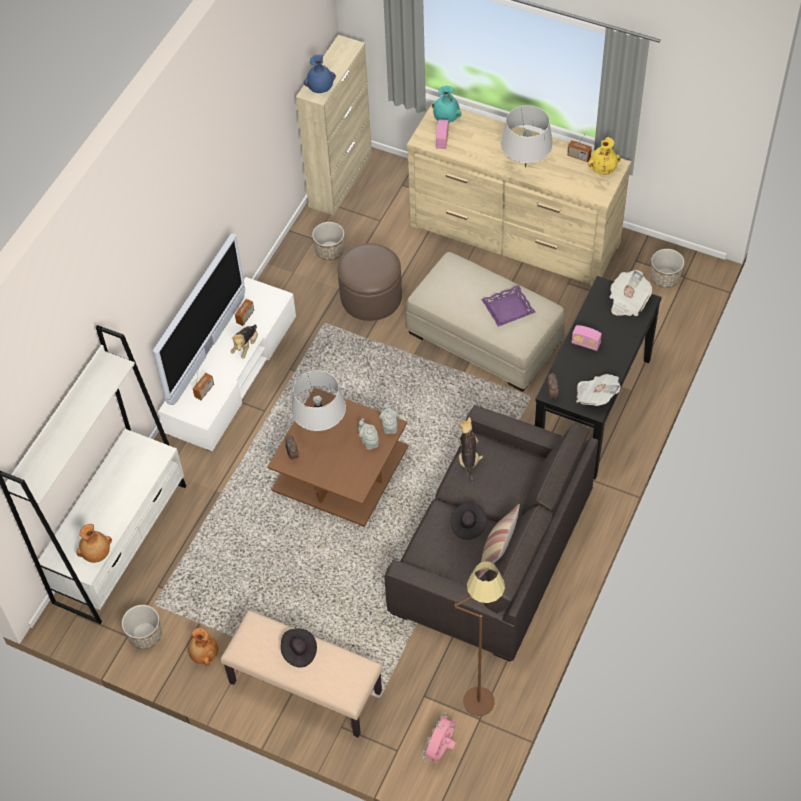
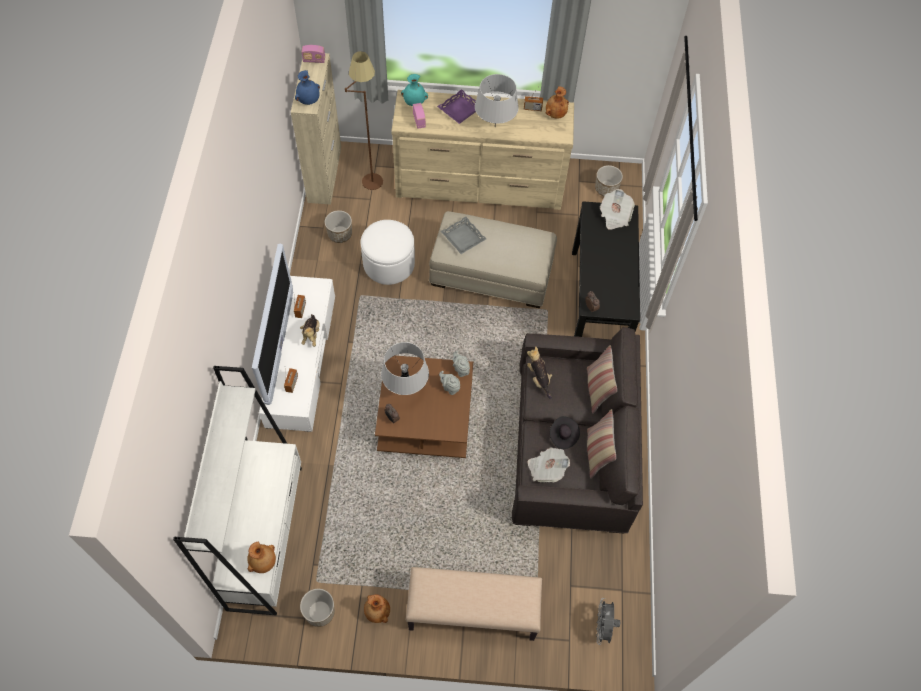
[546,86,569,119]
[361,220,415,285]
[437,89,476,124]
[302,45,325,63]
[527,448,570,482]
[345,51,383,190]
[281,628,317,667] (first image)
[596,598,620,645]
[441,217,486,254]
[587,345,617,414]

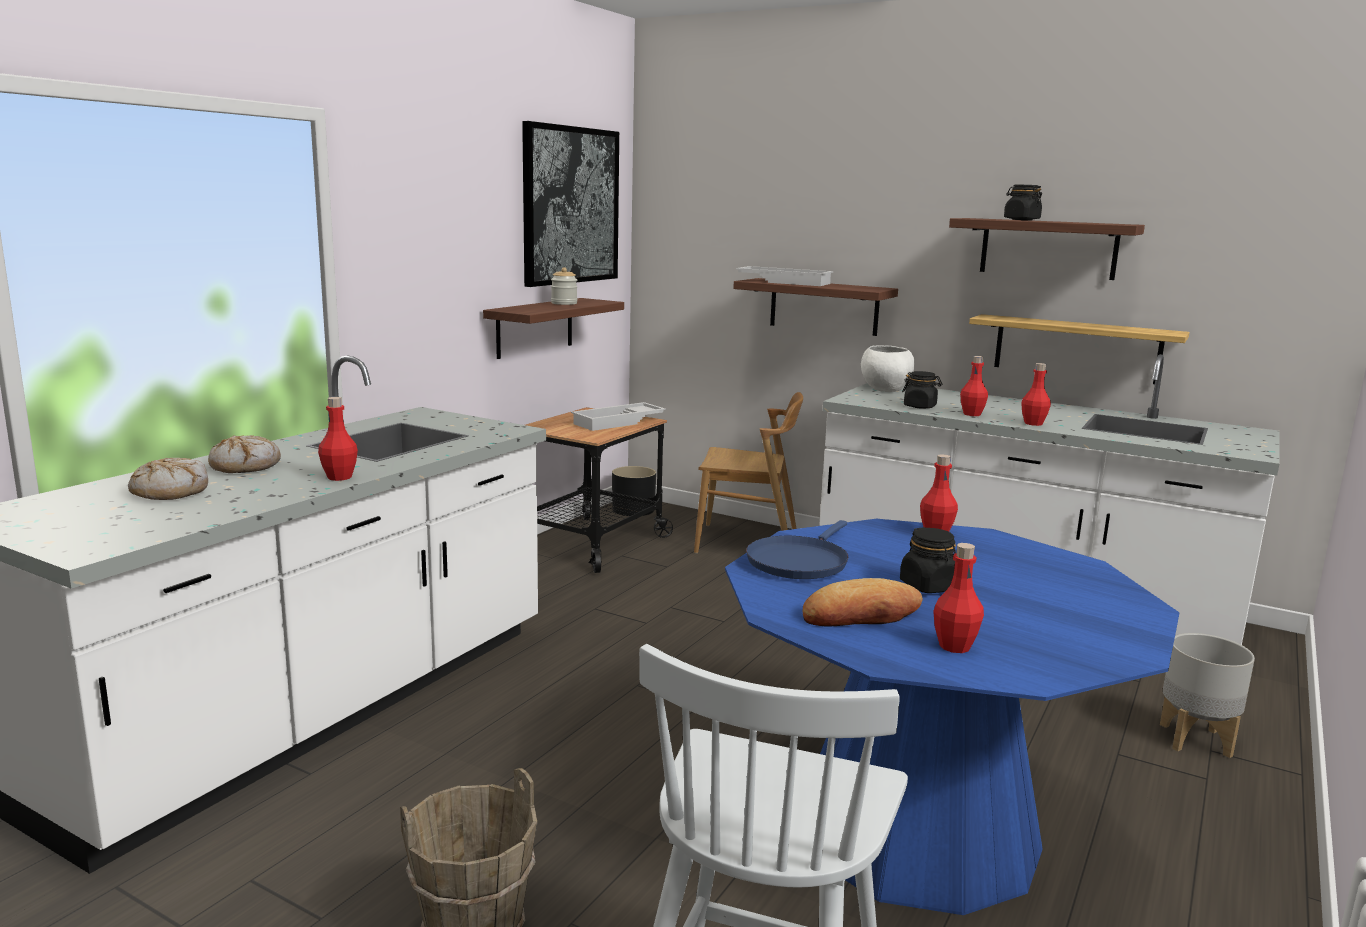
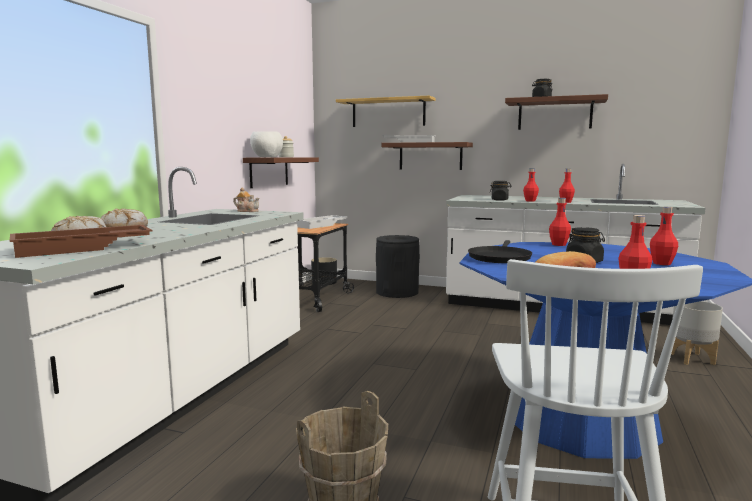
[522,121,619,287] (first image)
[336,96,435,127]
[250,131,283,157]
[376,235,420,298]
[650,207,678,265]
[468,240,532,263]
[233,188,260,212]
[10,225,152,258]

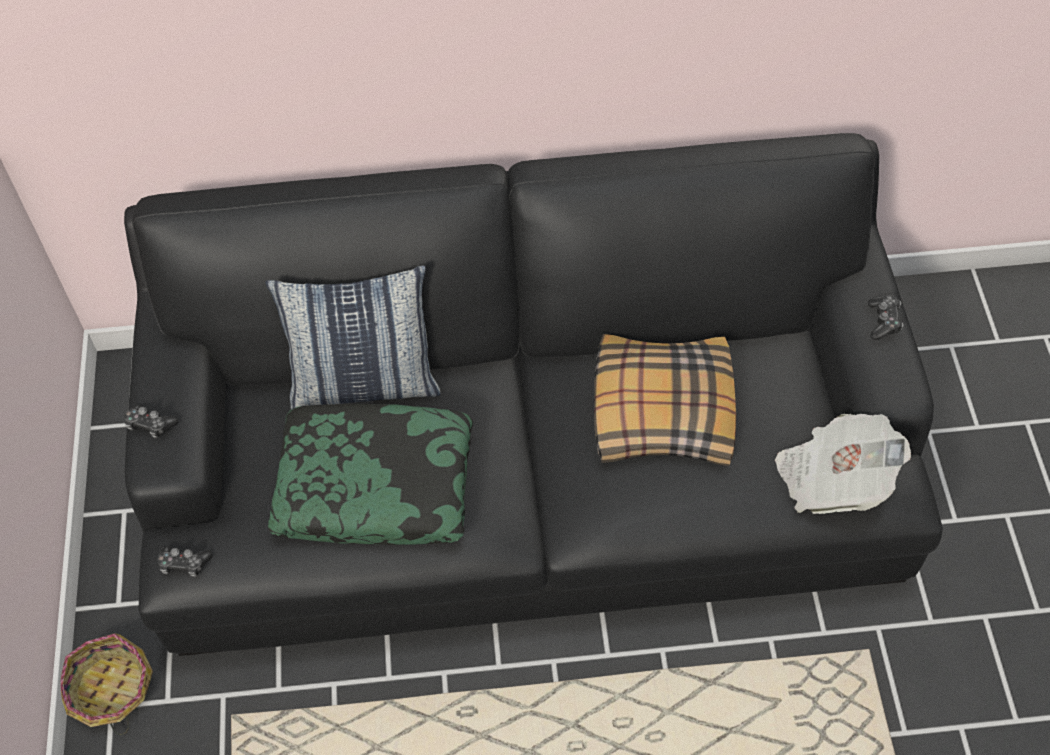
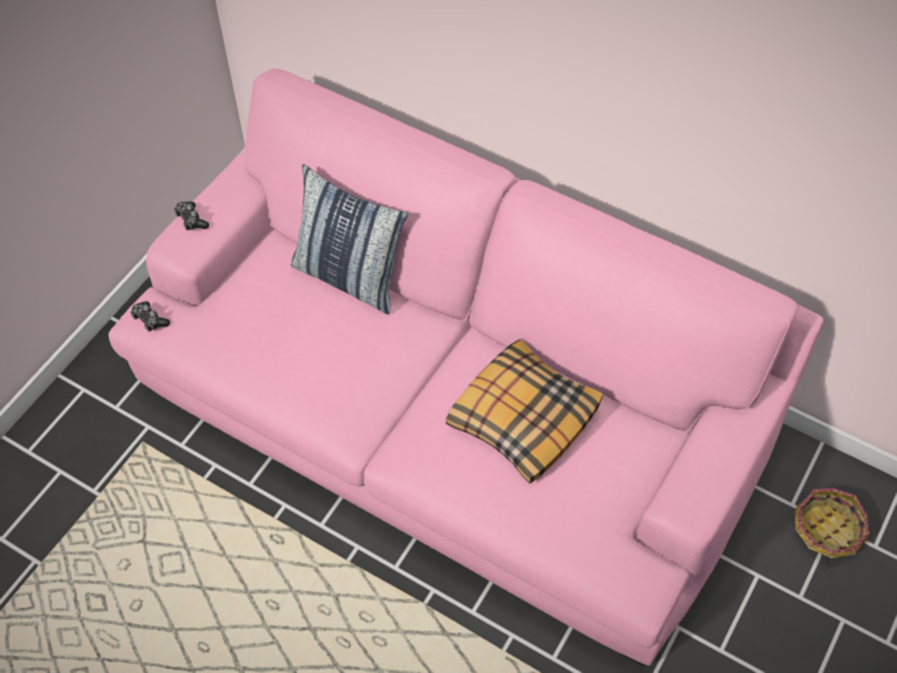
[109,68,823,666]
[868,295,903,340] (first image)
[268,404,473,545] (first image)
[775,414,911,514] (first image)
[795,488,869,569]

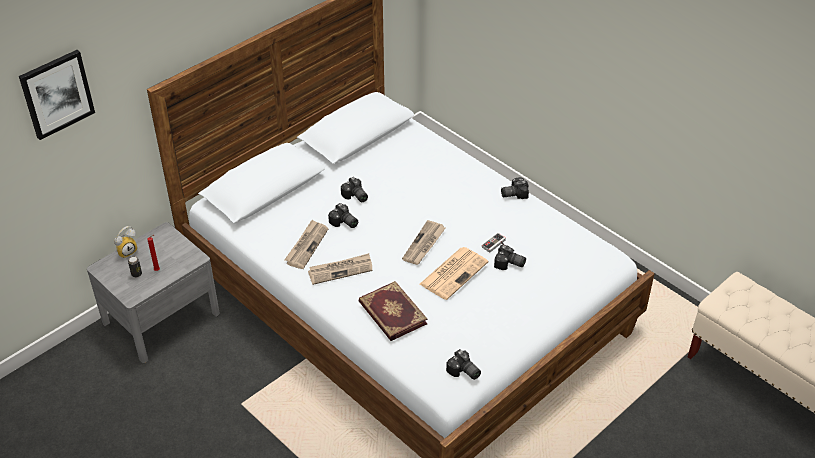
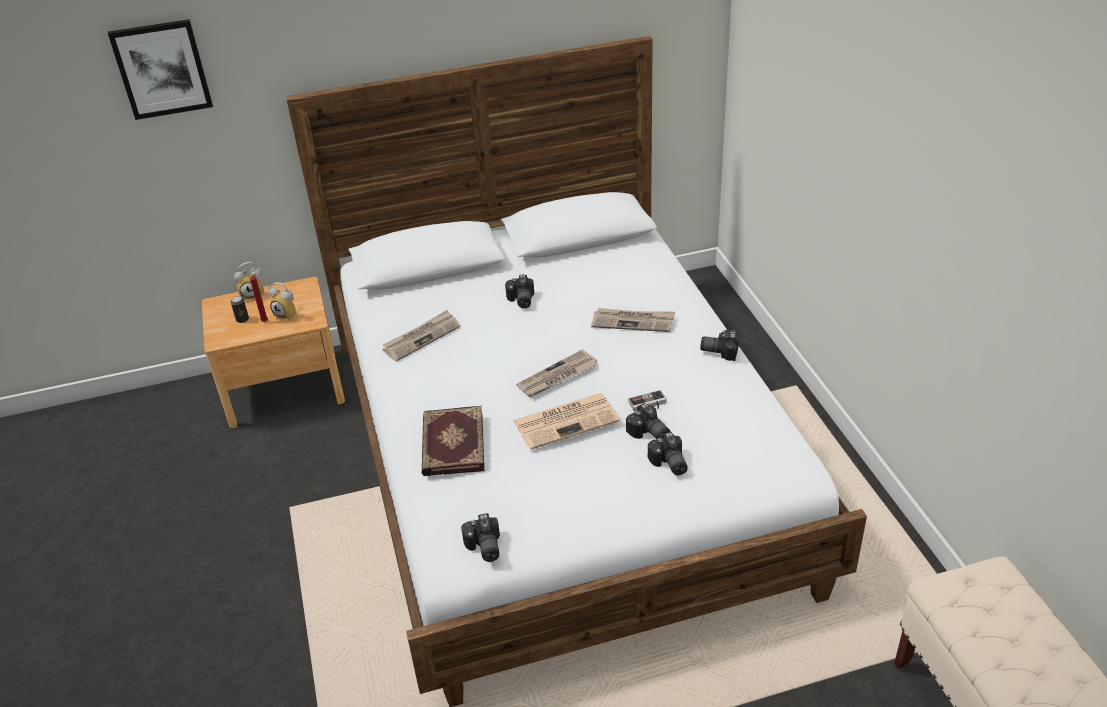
[648,432,688,476]
[202,277,345,428]
[591,308,675,332]
[268,282,297,321]

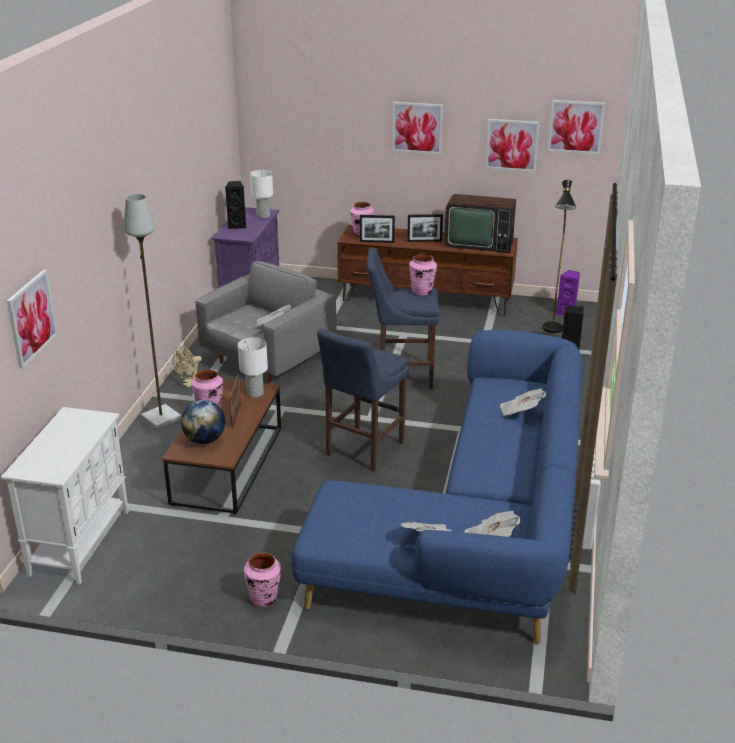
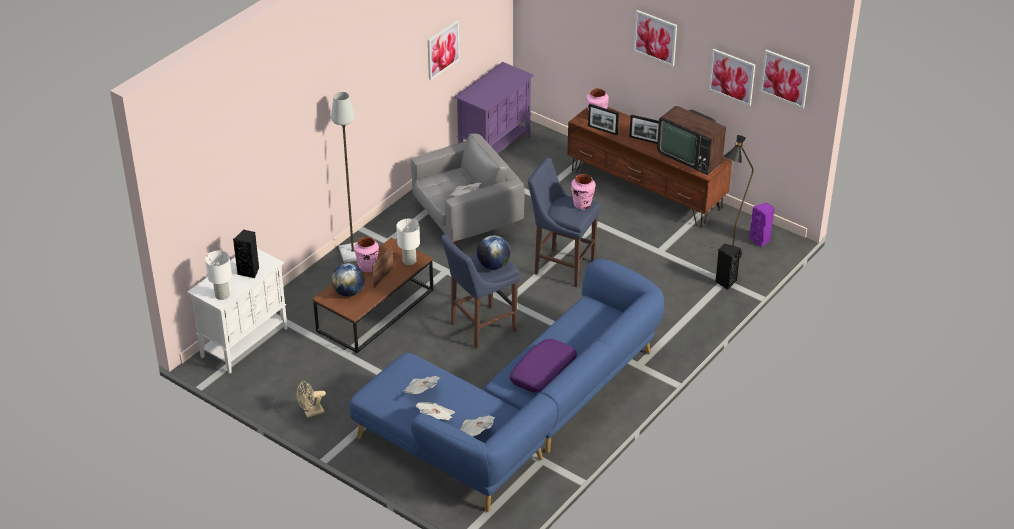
[205,251,232,300]
[233,230,259,278]
[428,20,460,80]
[297,381,326,418]
[403,376,440,394]
[244,553,281,607] (first image)
[477,235,511,269]
[510,339,577,393]

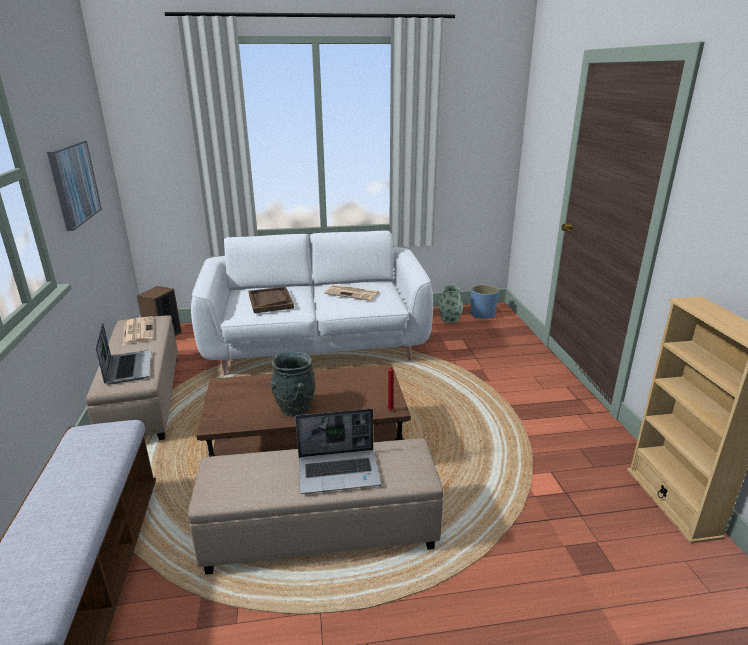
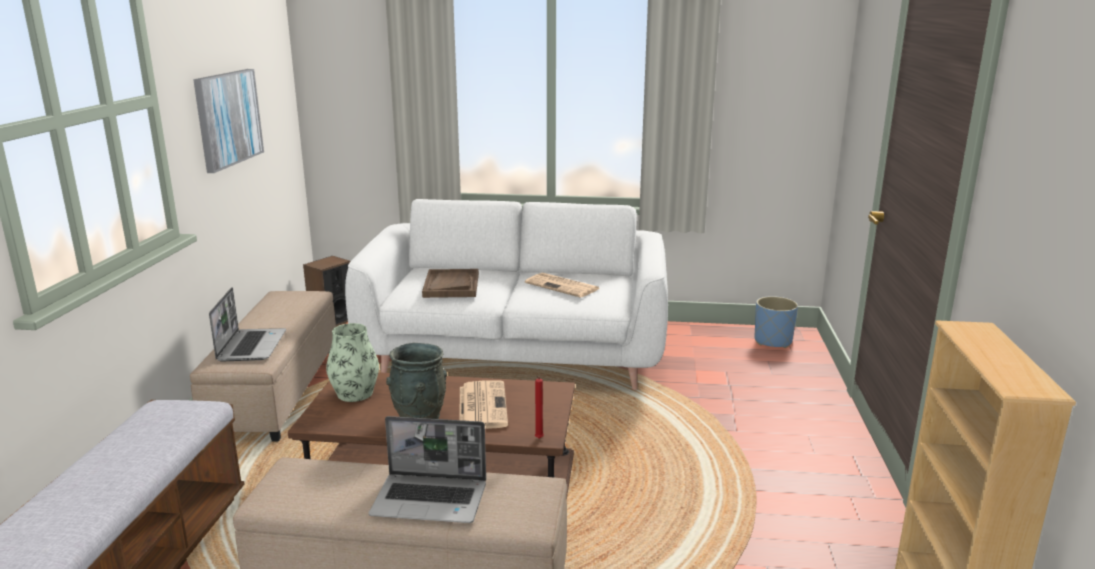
[326,323,379,402]
[459,380,508,429]

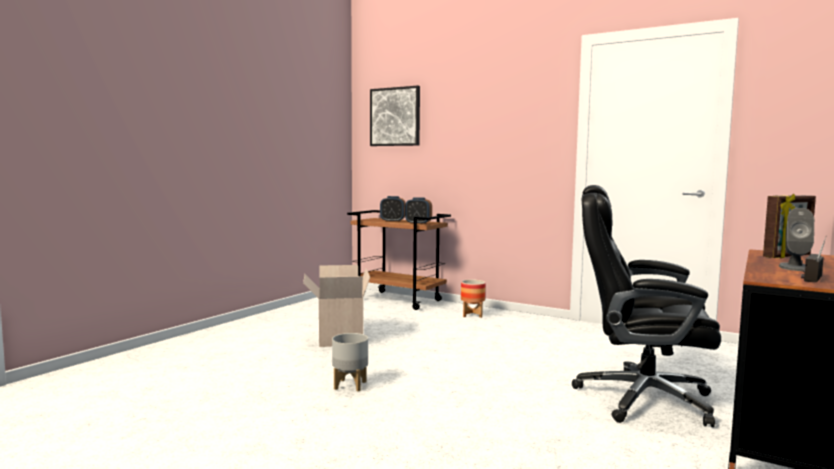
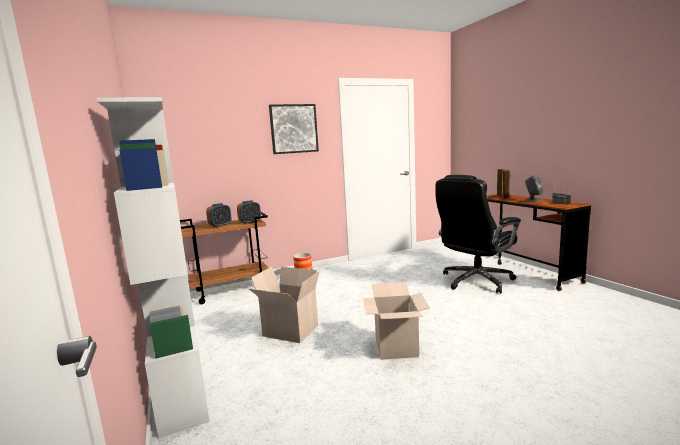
[269,104,319,154]
[363,282,430,360]
[97,97,209,438]

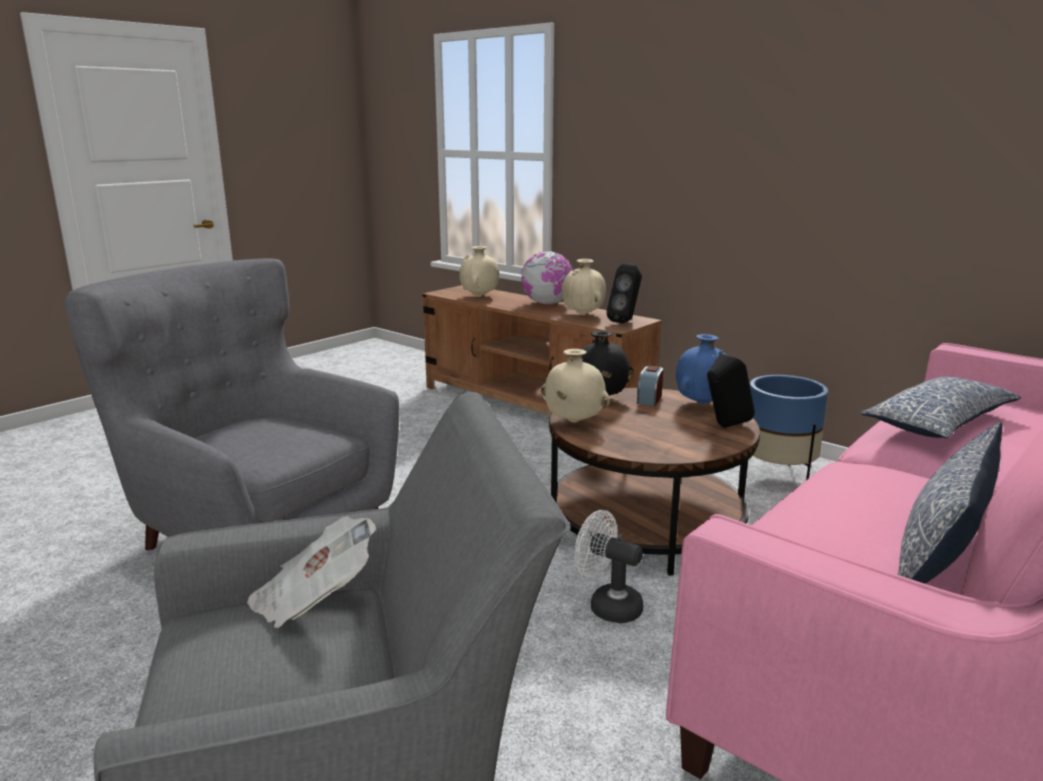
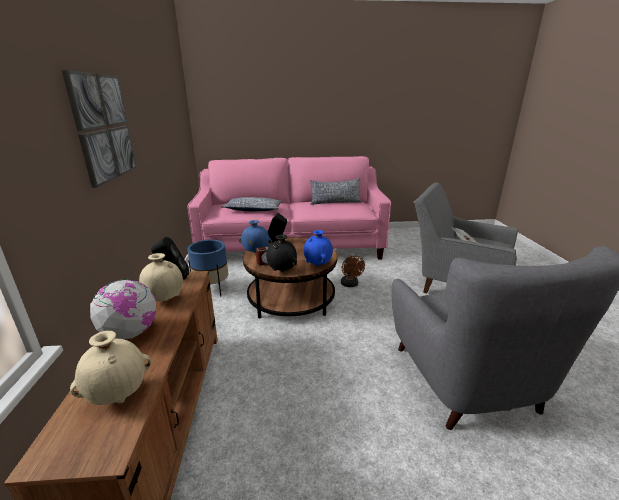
[304,230,333,266]
[341,256,365,287]
[62,70,137,188]

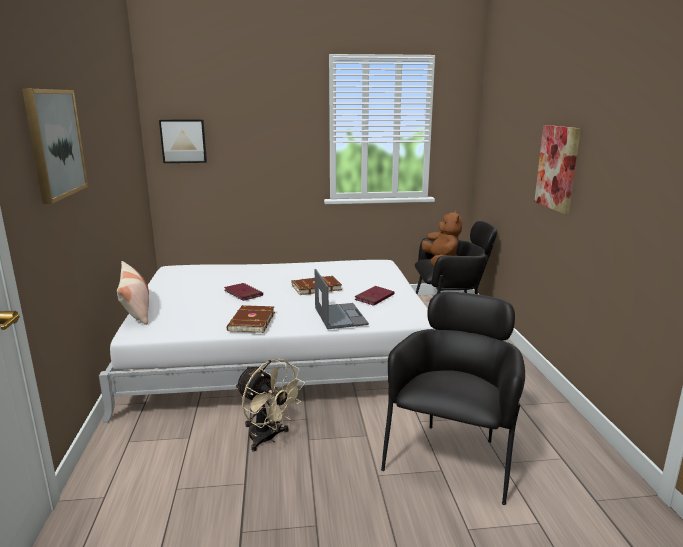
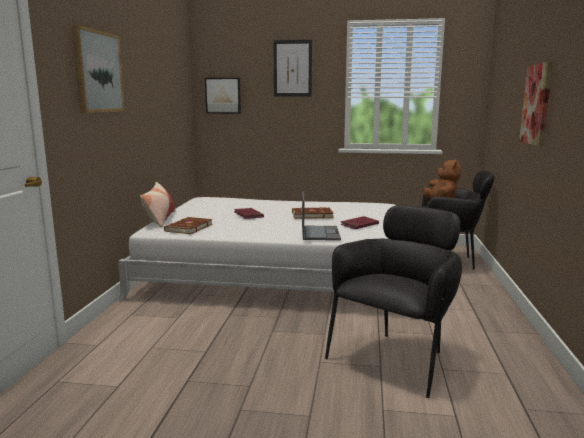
[164,217,212,234]
[235,359,305,451] (first image)
[274,40,312,97]

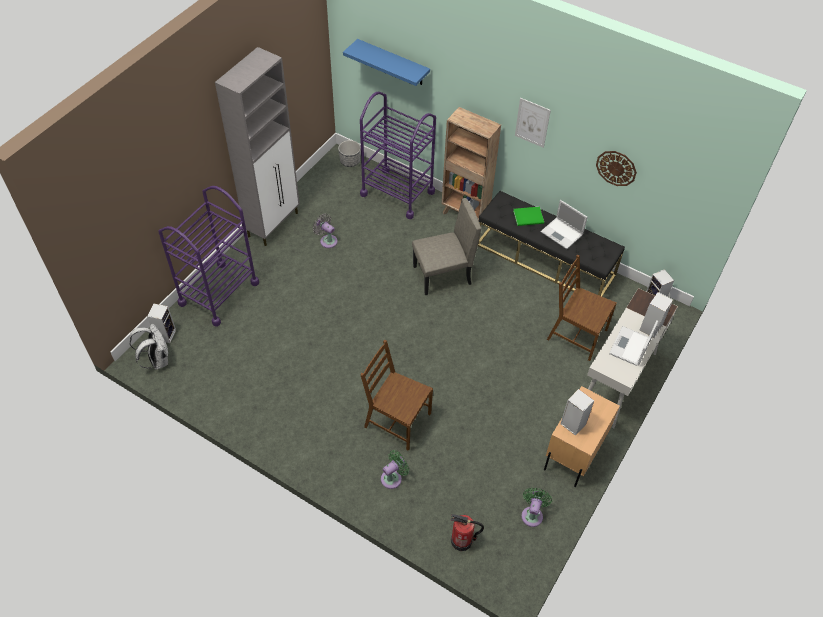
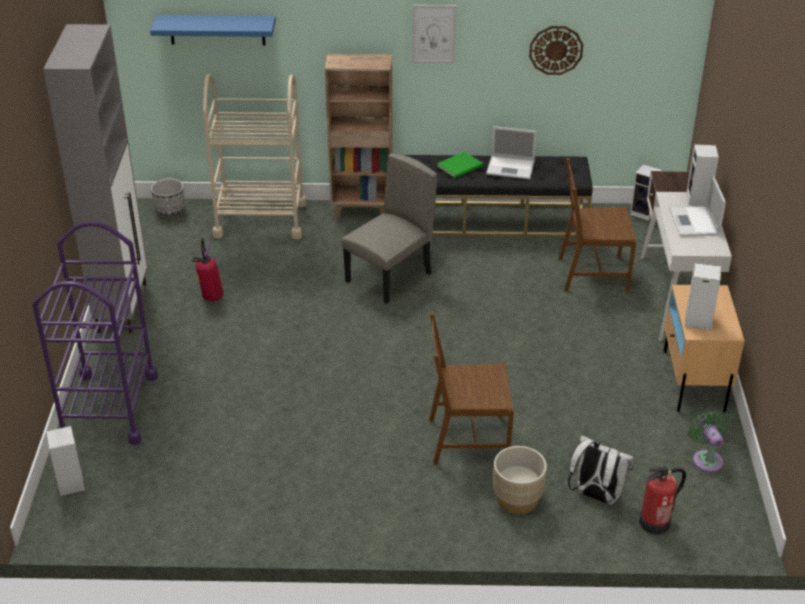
[203,74,307,239]
[192,238,224,301]
[568,435,634,505]
[493,446,547,514]

